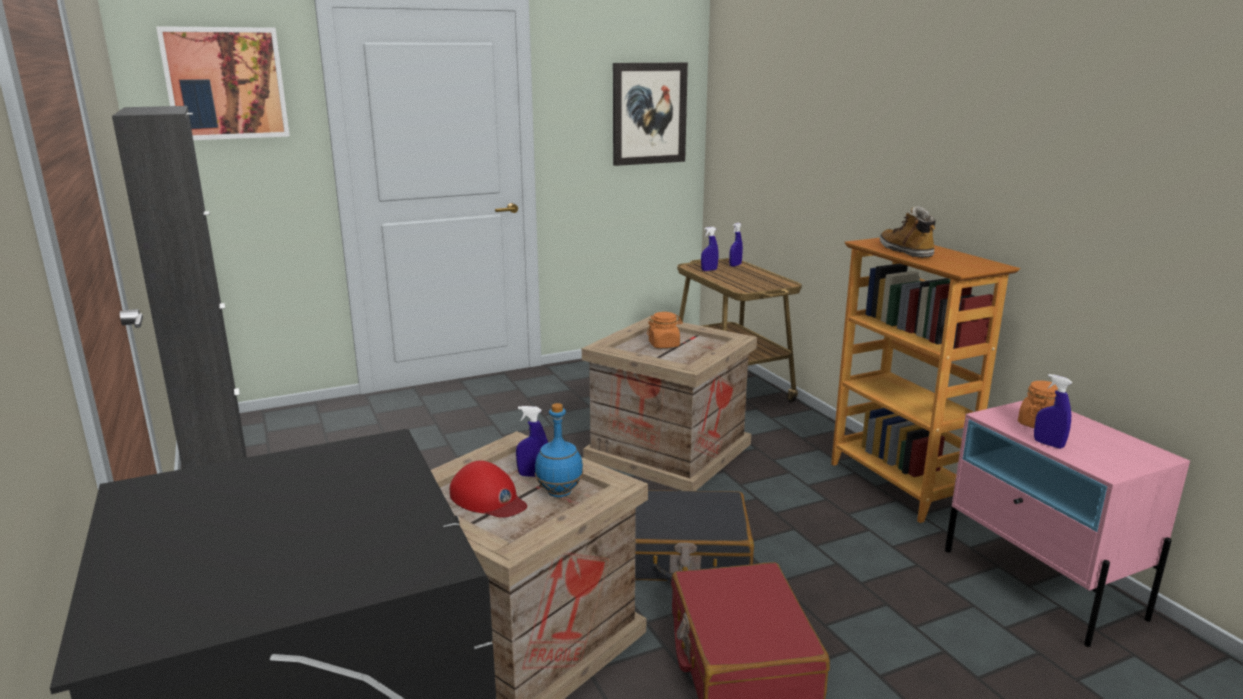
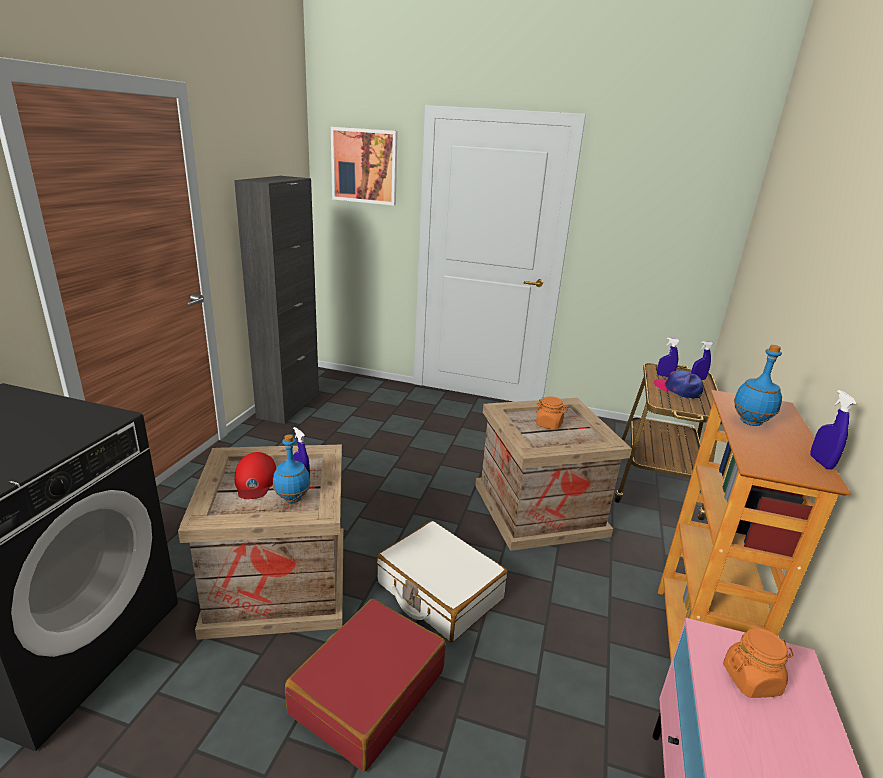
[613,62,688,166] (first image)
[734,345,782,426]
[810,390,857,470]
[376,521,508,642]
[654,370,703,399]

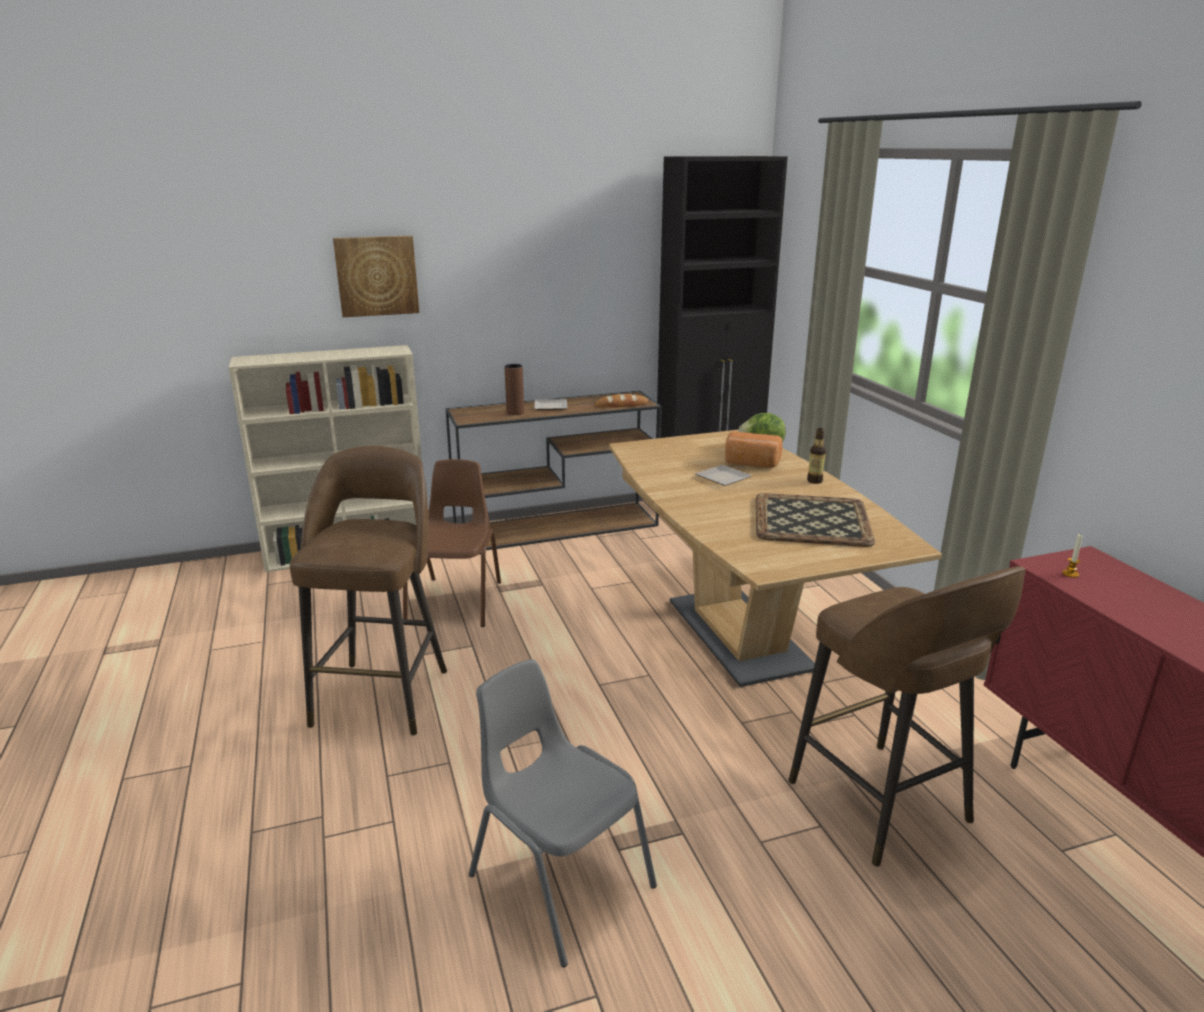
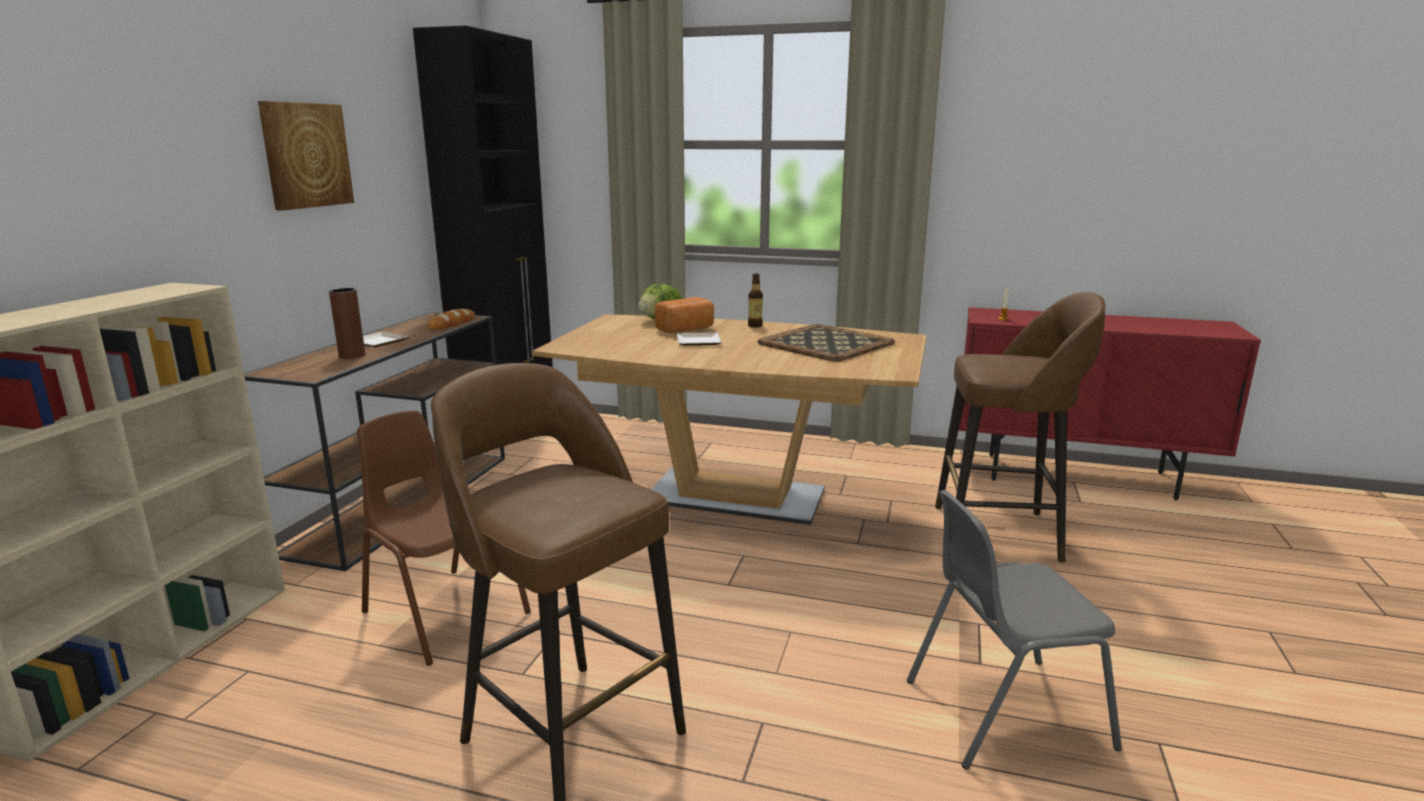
[258,101,354,211]

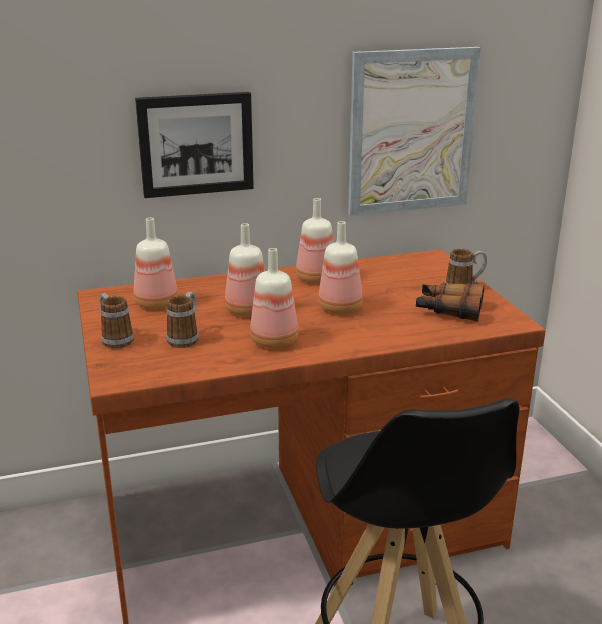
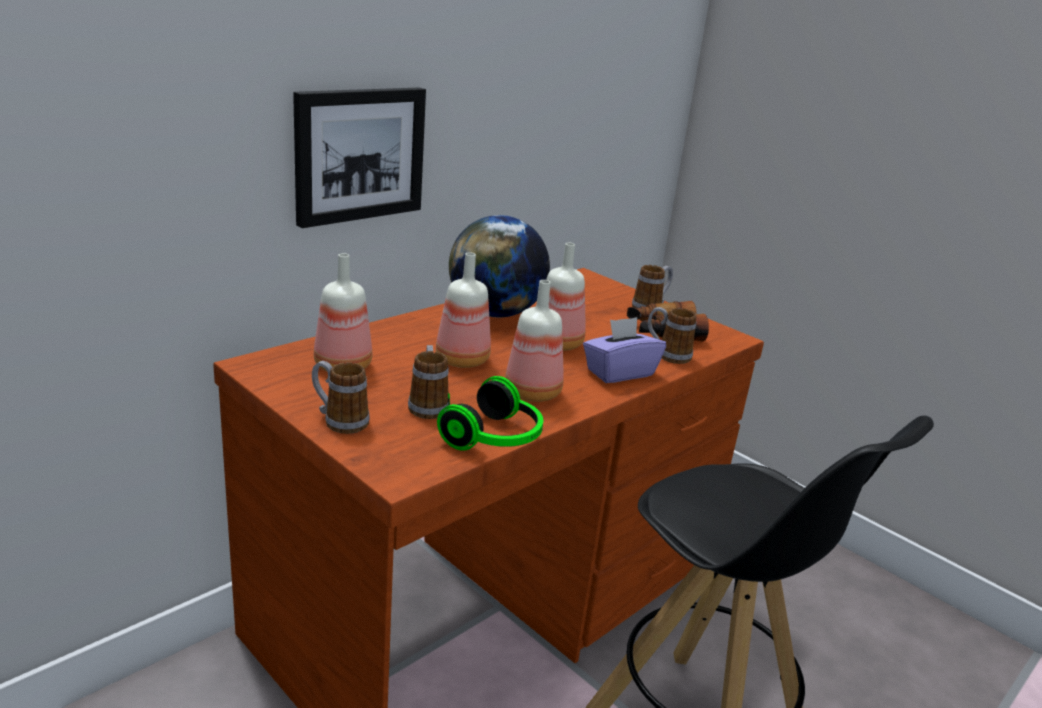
[348,47,481,216] (first image)
[449,215,550,317]
[648,307,696,364]
[583,317,666,383]
[437,376,543,451]

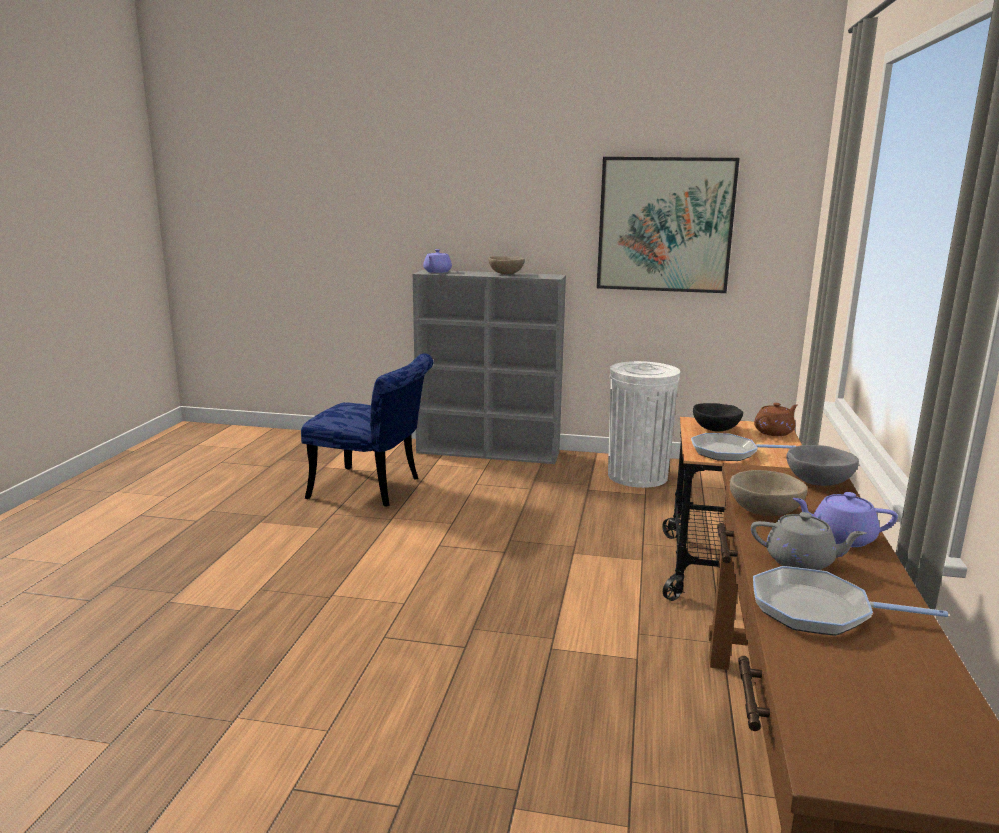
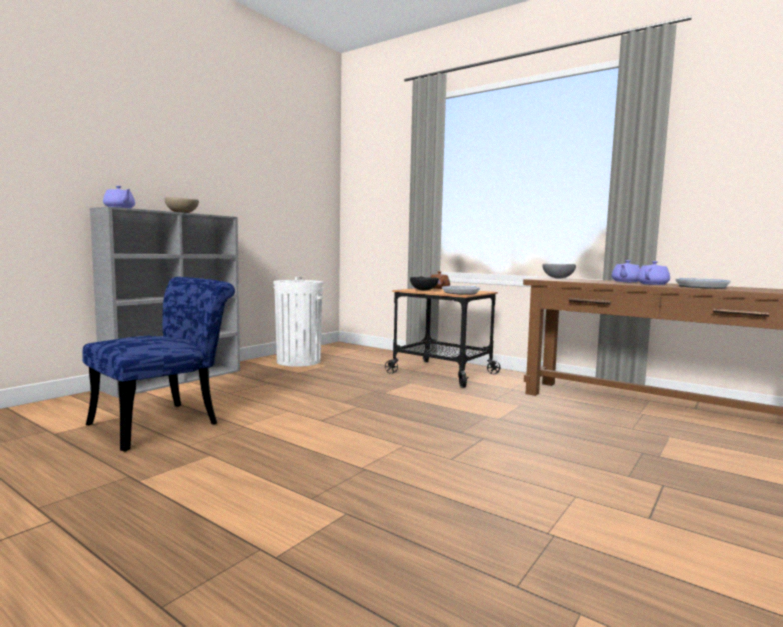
[597,157,740,293] (first image)
[729,470,808,516] (first image)
[637,261,670,285]

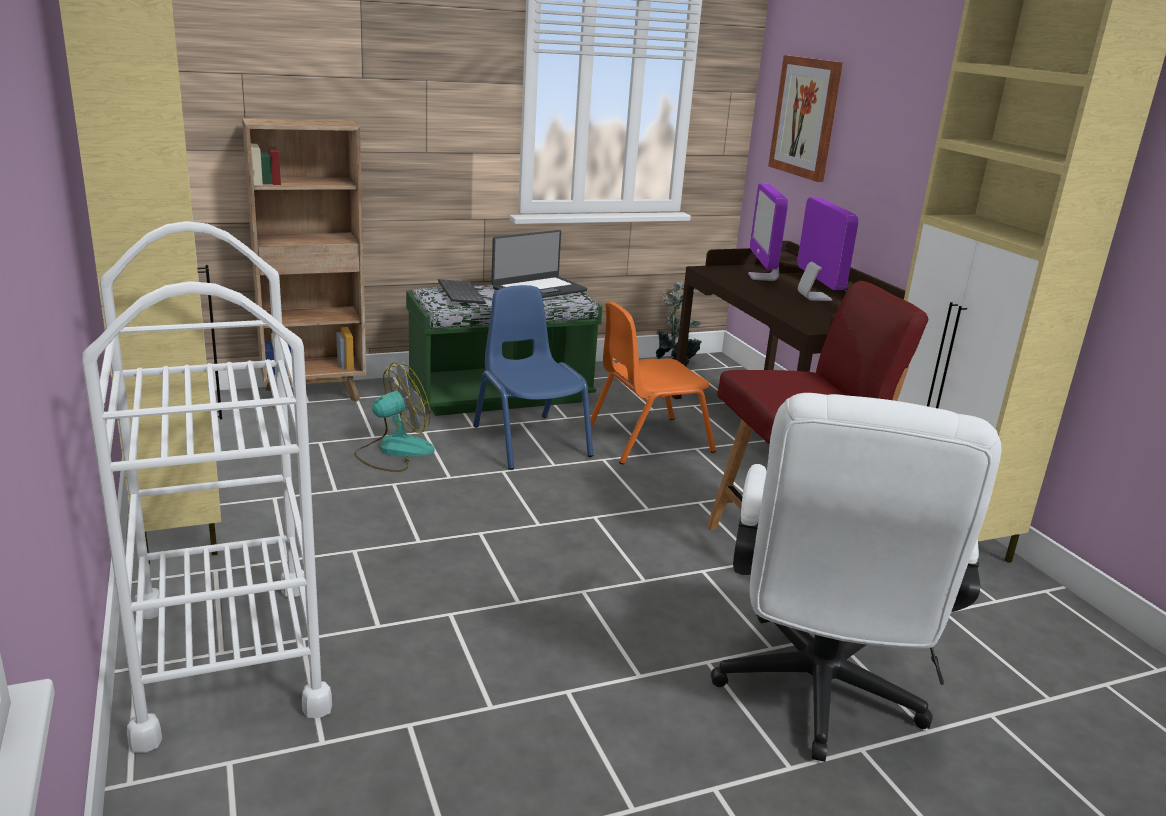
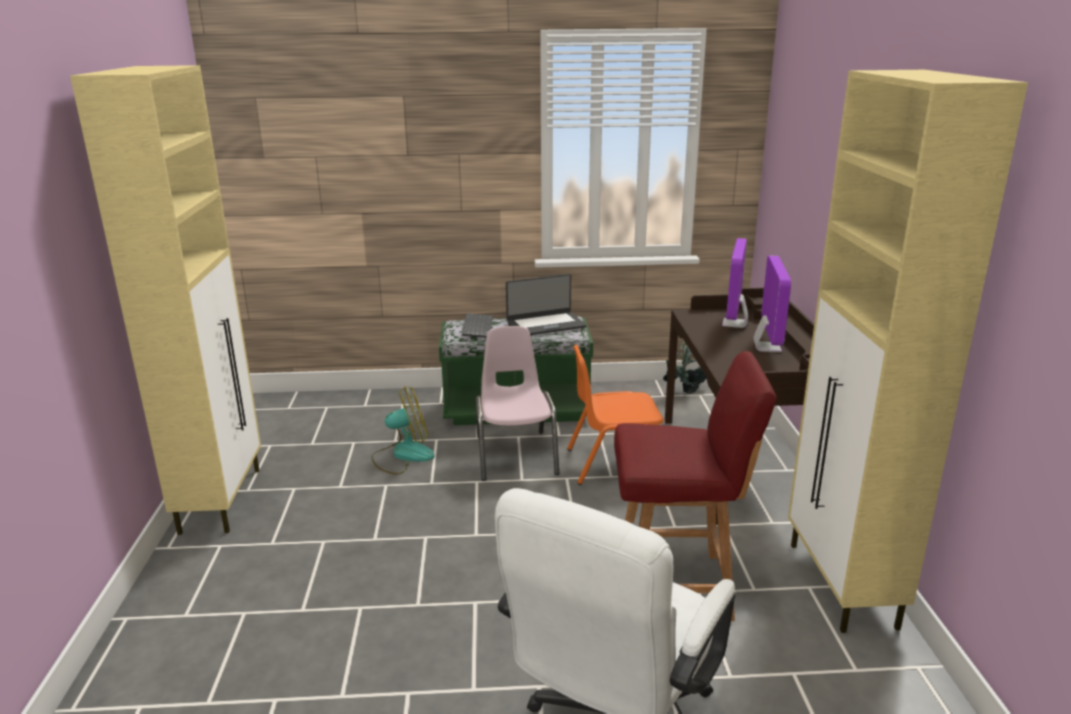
[768,55,843,182] (first image)
[242,118,366,408] (first image)
[82,221,332,753] (first image)
[476,326,559,481]

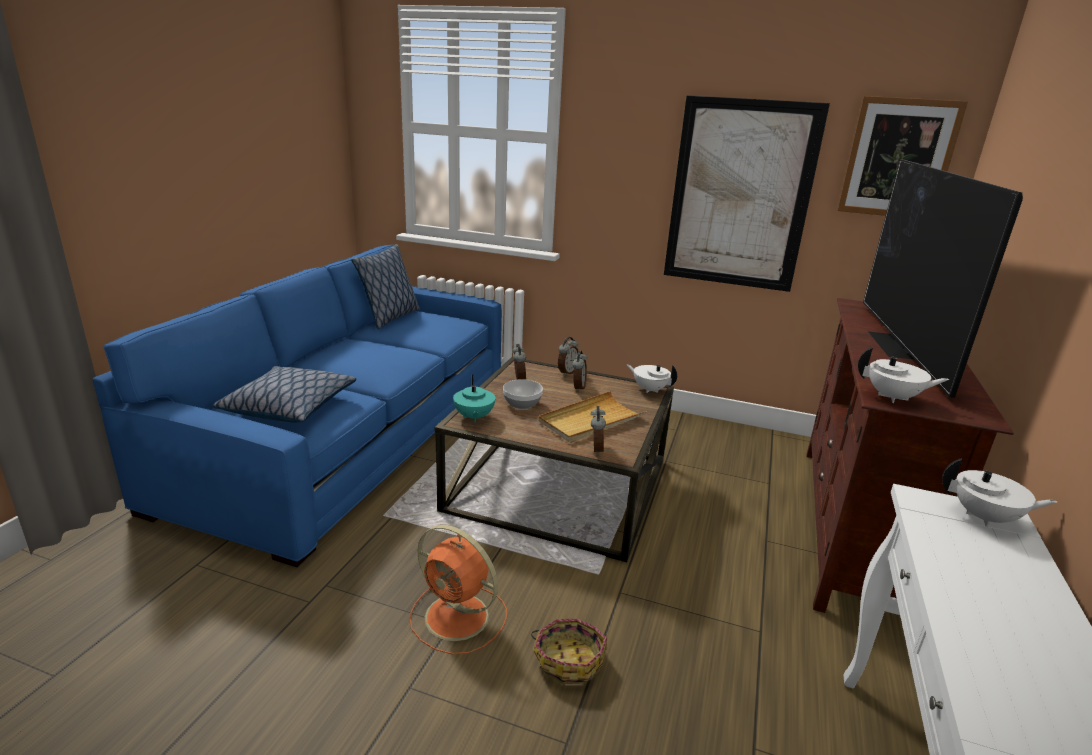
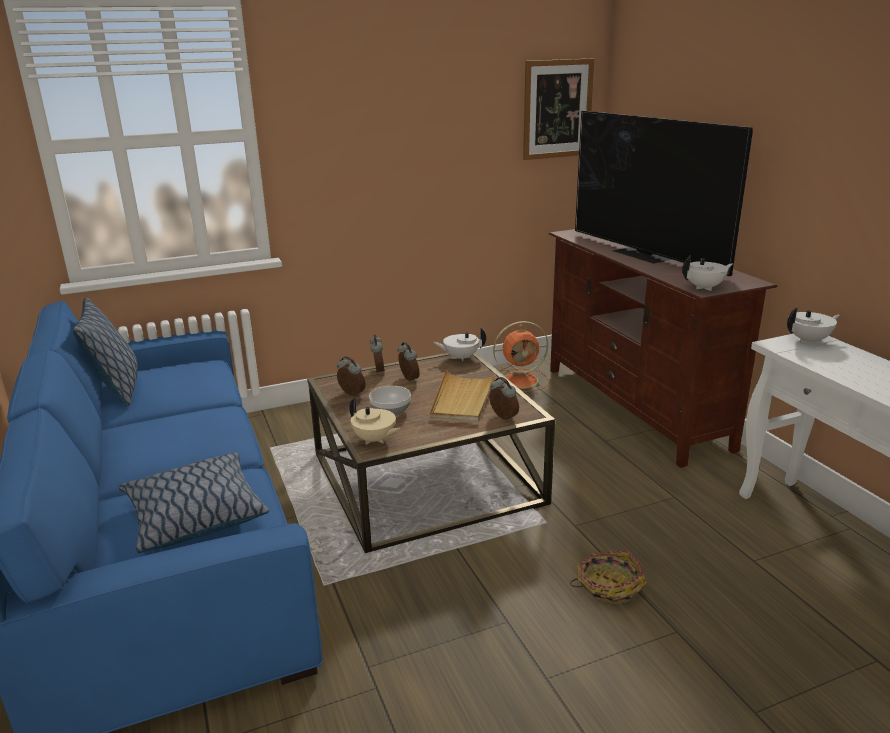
[664,95,830,292] (first image)
[349,398,400,445]
[493,321,549,392]

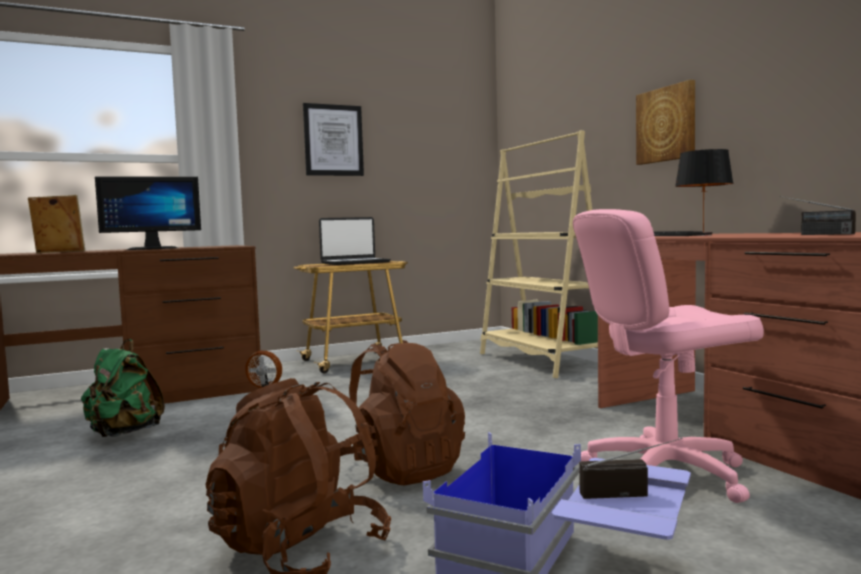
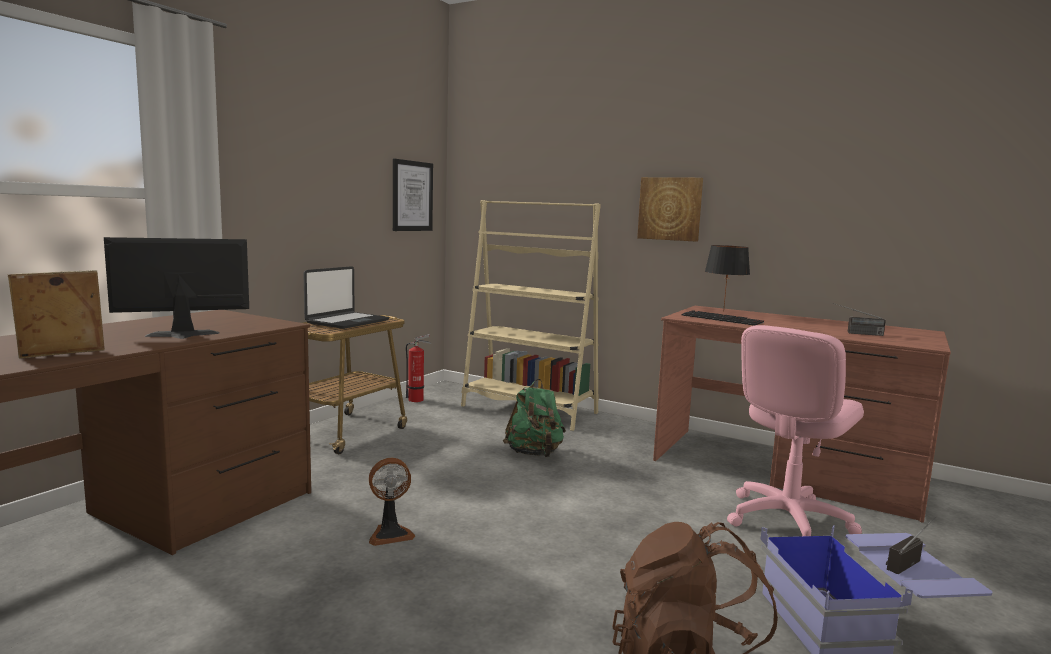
[393,159,433,231]
[104,237,249,339]
[503,379,566,457]
[340,340,465,485] (first image)
[406,334,431,402]

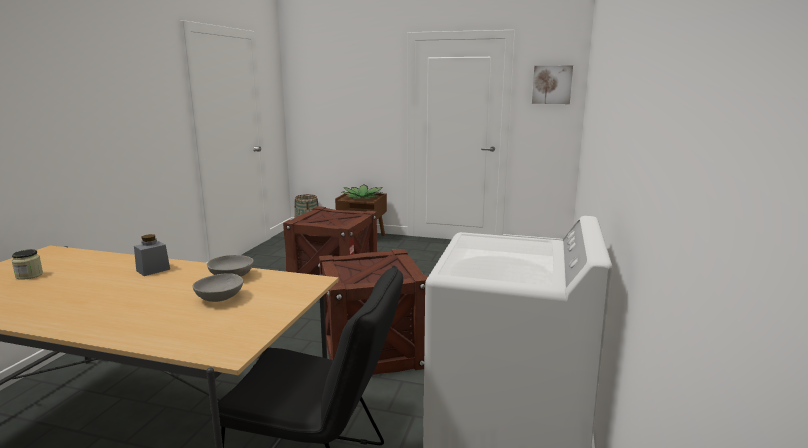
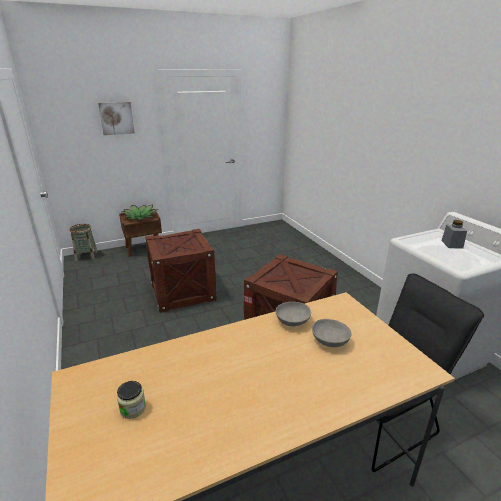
[98,102,135,135]
[441,220,467,249]

